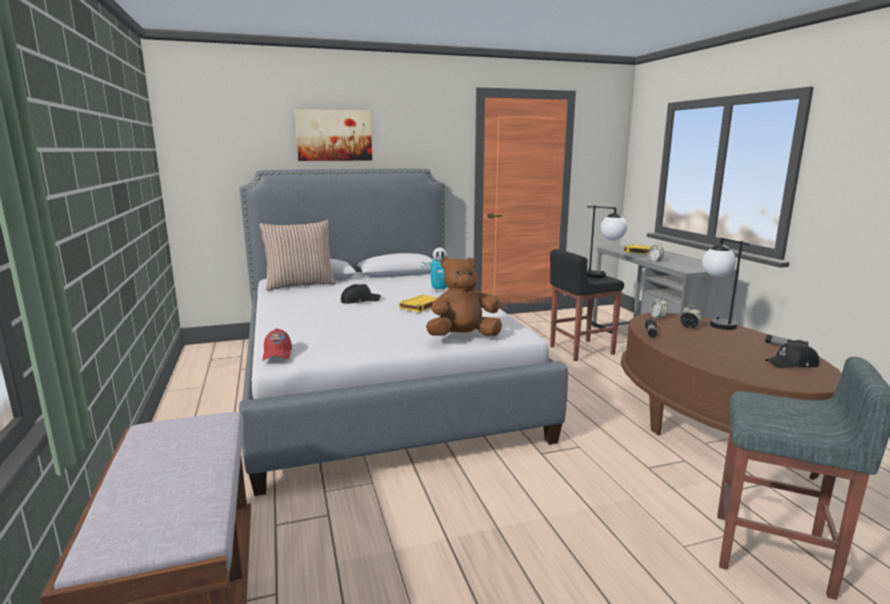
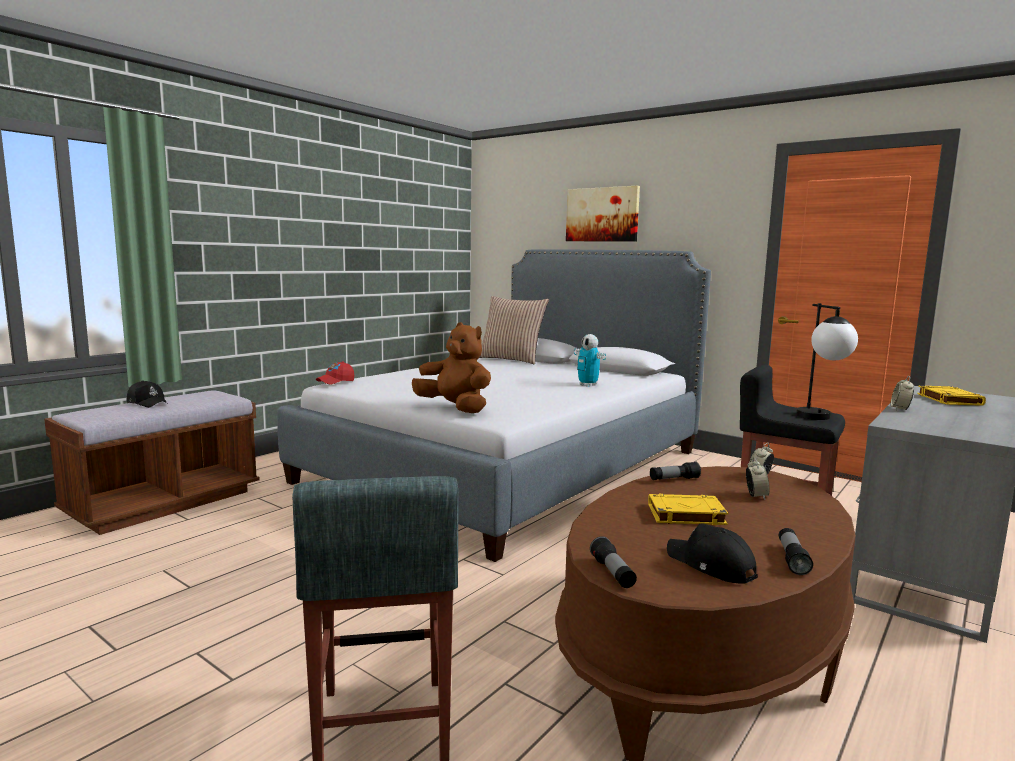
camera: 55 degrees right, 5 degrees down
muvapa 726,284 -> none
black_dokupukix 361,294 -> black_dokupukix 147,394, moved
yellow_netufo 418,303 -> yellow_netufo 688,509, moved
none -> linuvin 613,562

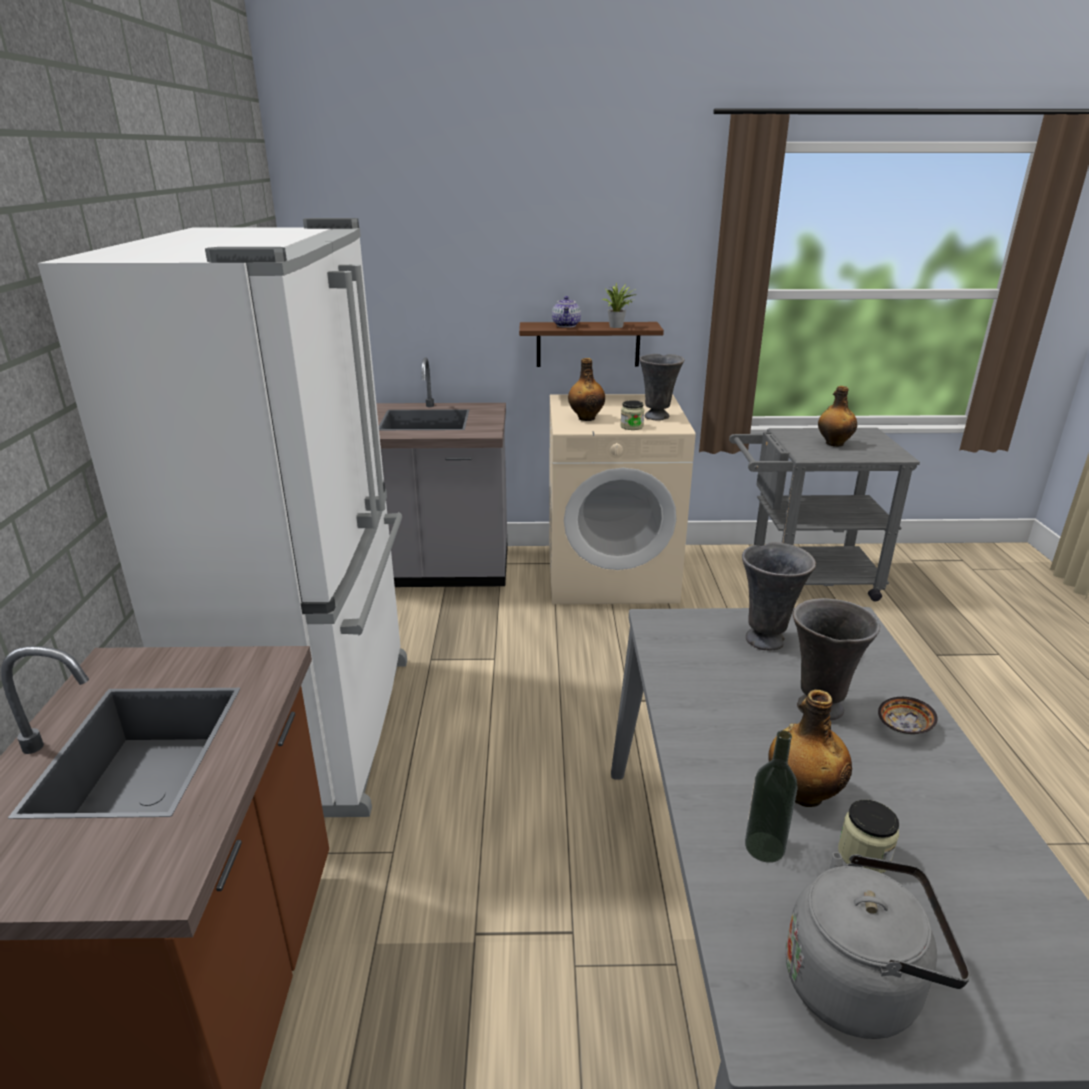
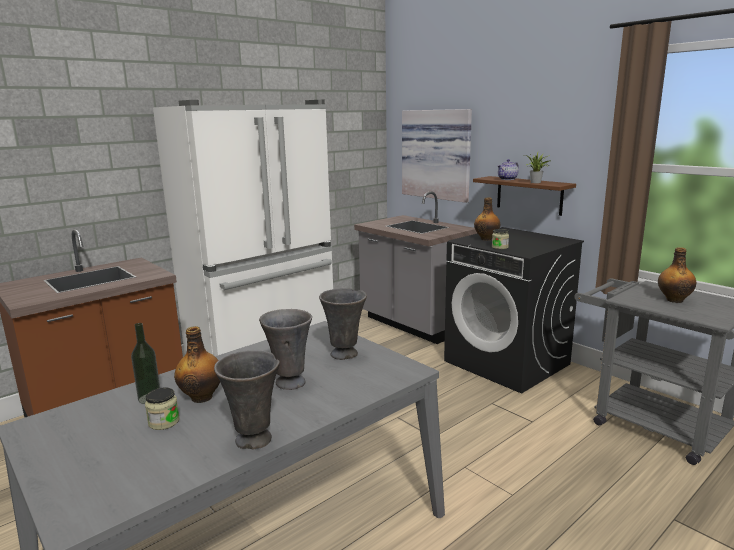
camera: 50 degrees right, 10 degrees down
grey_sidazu 661,387 -> grey_sidazu 247,400, moved
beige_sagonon 622,499 -> black_sagonon 514,310
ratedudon 908,716 -> none
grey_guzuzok 878,945 -> none
none -> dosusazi 437,156

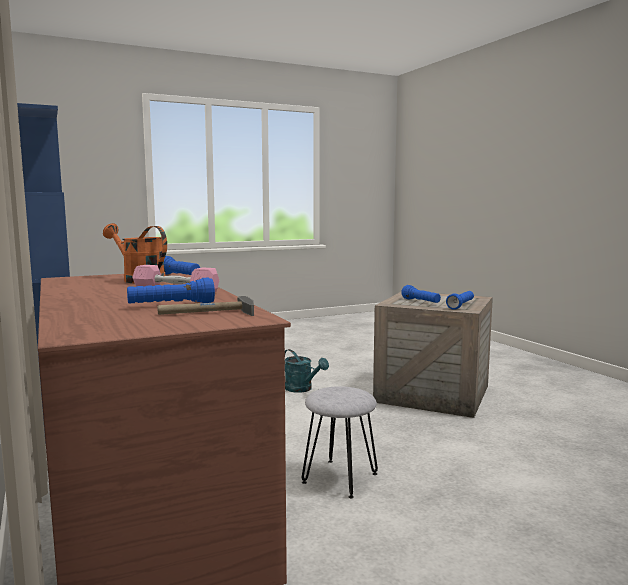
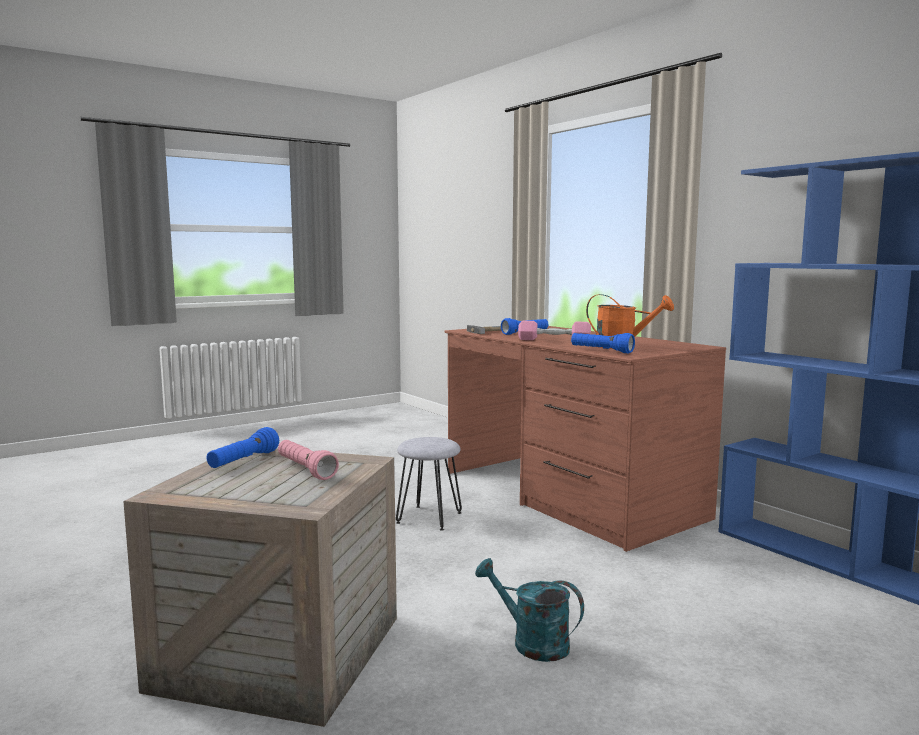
camera: 170 degrees right, 0 degrees up
blue_linuvin 421,294 -> pink_linuvin 308,460

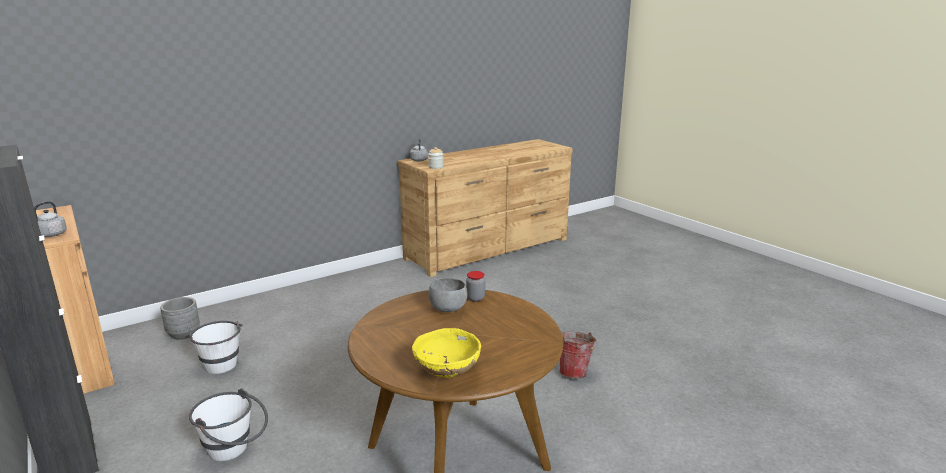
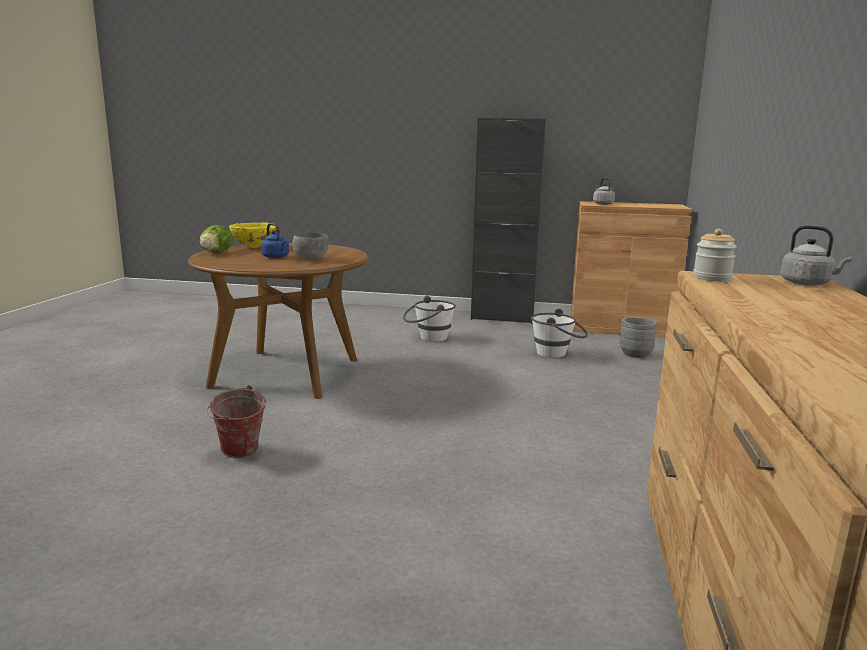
camera: 135 degrees right, 5 degrees down
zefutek 475,286 -> none
none -> blue_guzuzok 275,240
none -> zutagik 216,238

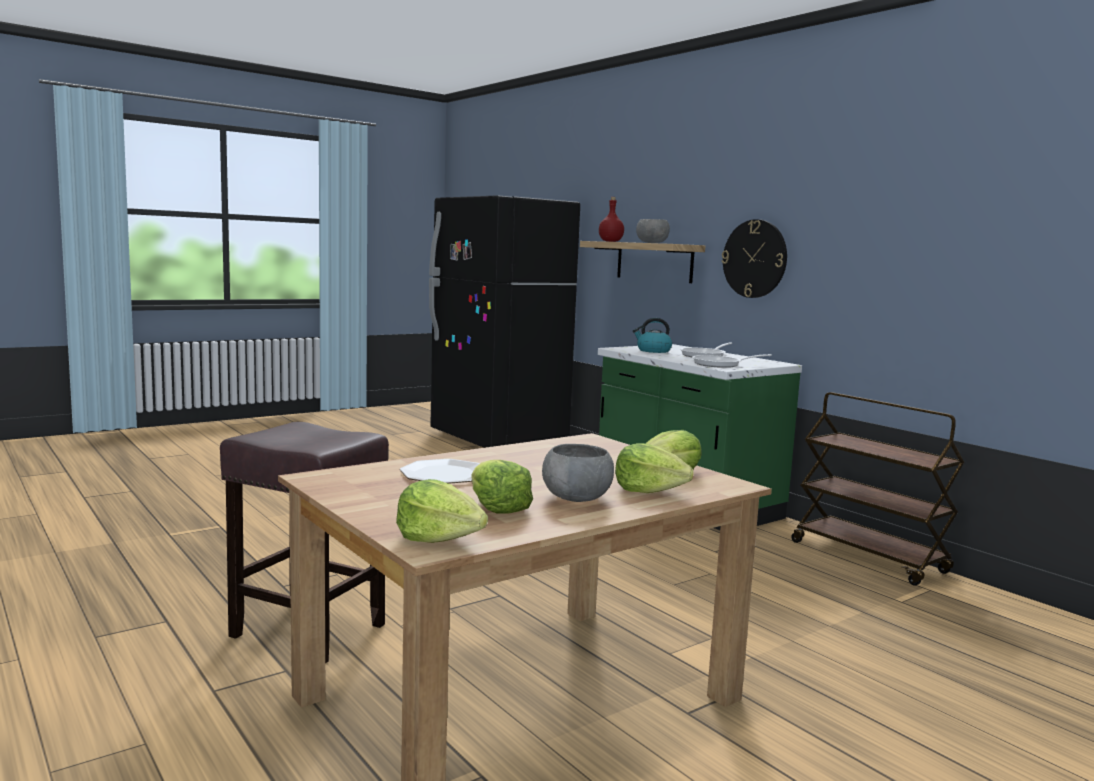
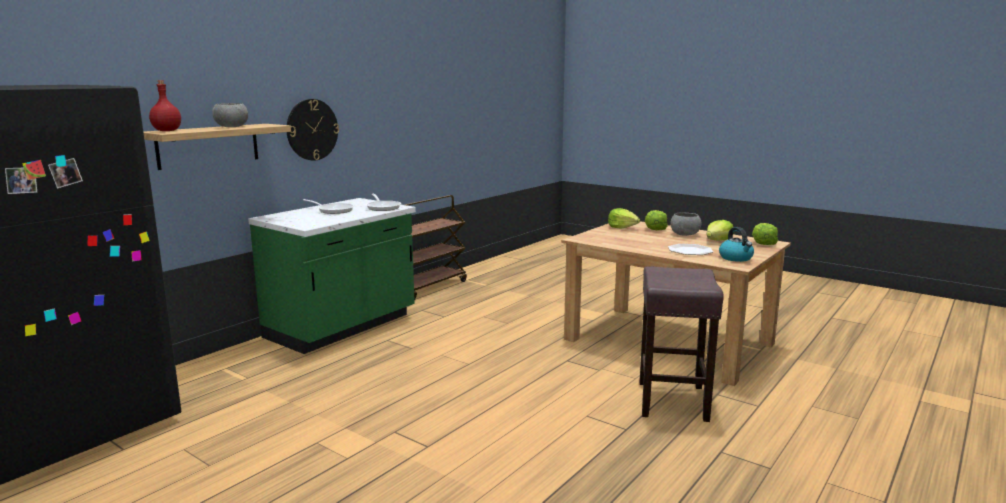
camera: 105 degrees left, 5 degrees up
guzuzok 652,335 -> guzuzok 736,244, moved

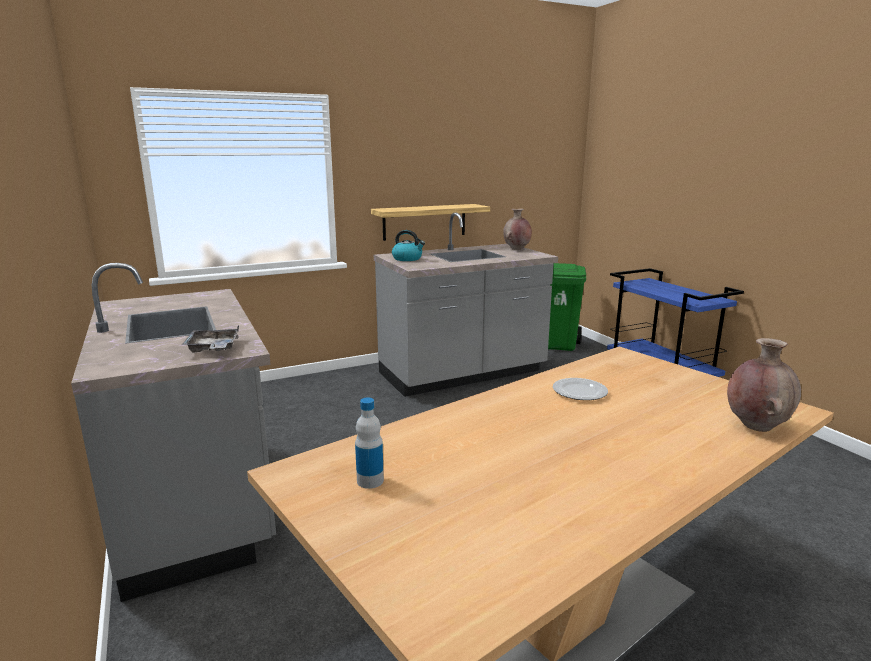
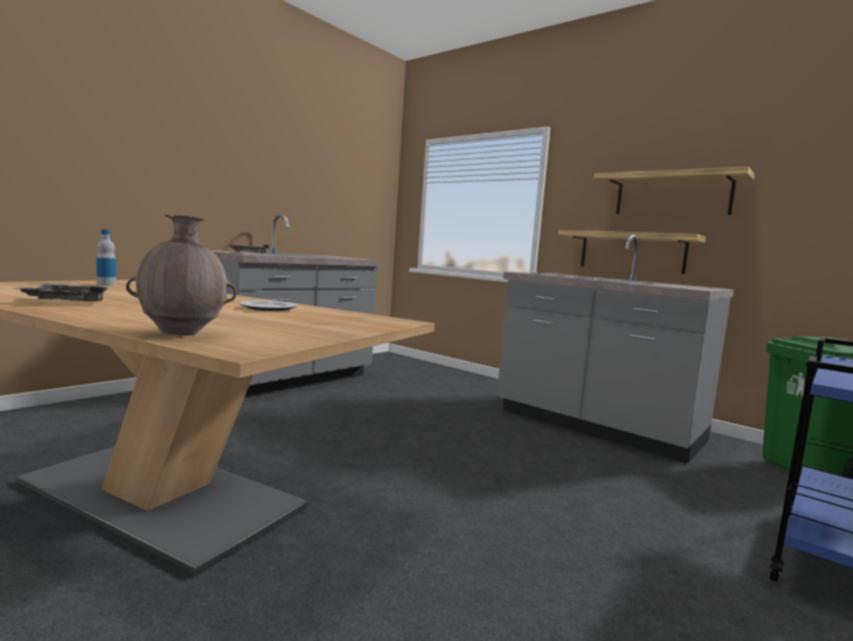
camera: 65 degrees right, 10 degrees down
brown_sidazu 517,229 -> none
guzuzok 408,245 -> none
none -> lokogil 674,190
none -> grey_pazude 61,293

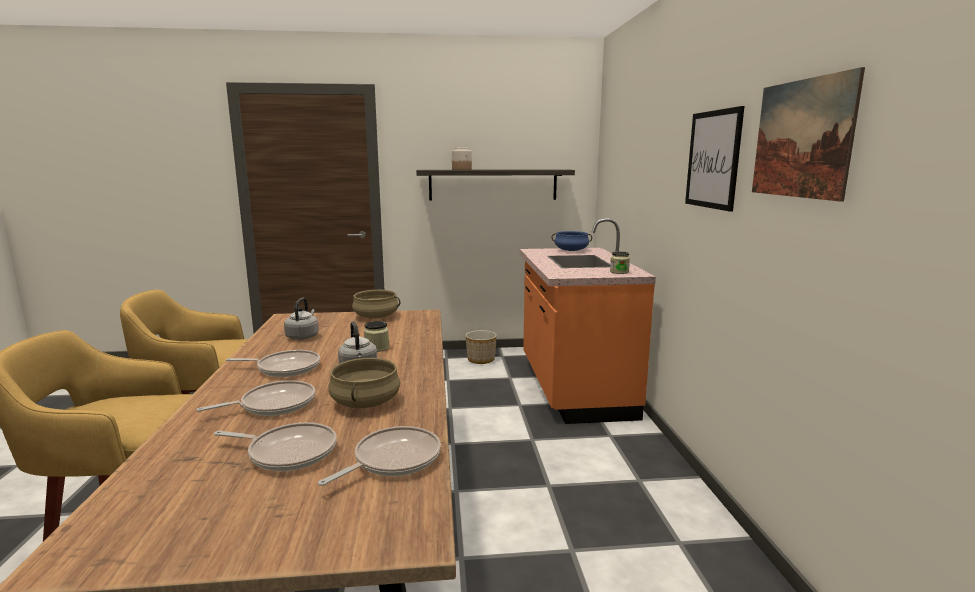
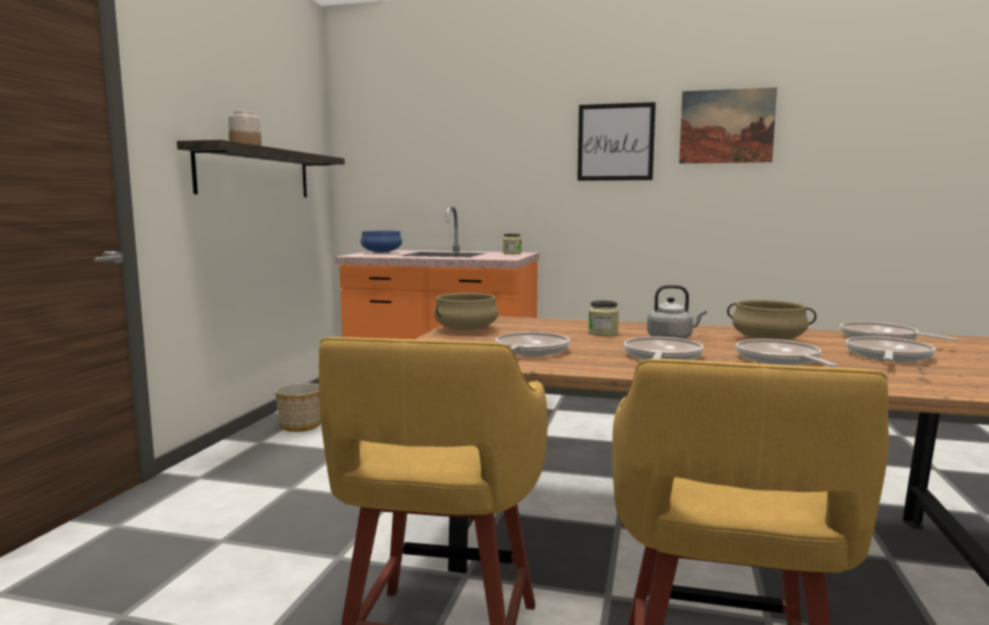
camera: 70 degrees left, 5 degrees down
grey_guzuzok 301,319 -> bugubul 532,344

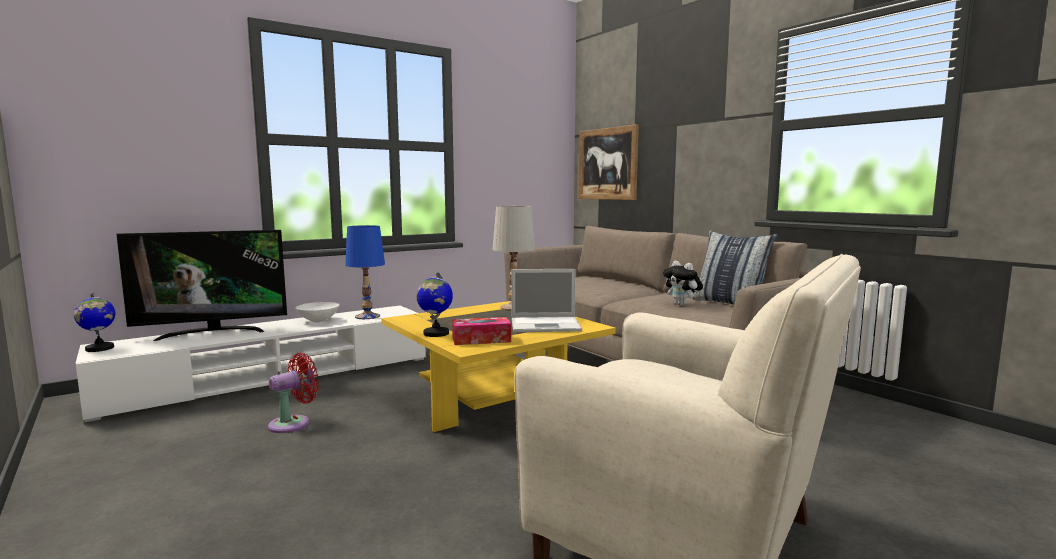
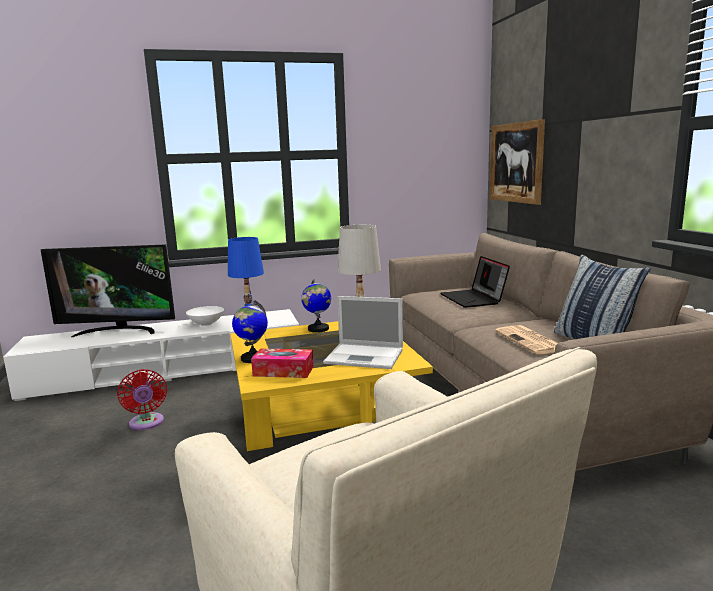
camera: 20 degrees right, 5 degrees up
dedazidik 683,283 -> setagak 526,339
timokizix 94,322 -> timokizix 316,306, moved
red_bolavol 293,393 -> red_bolavol 142,399, 90 degrees clockwise
none -> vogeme 475,282

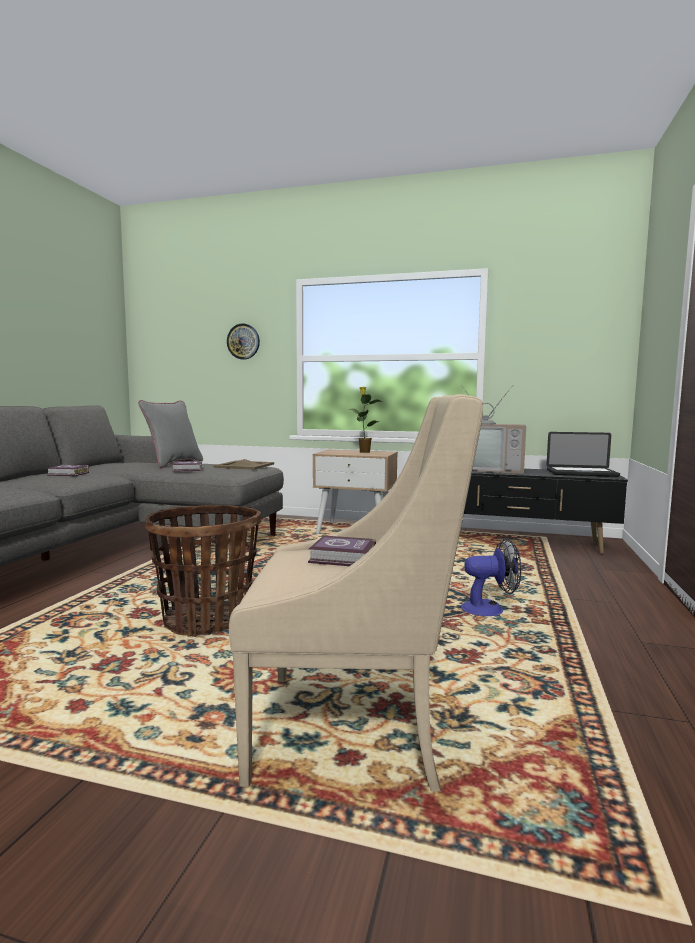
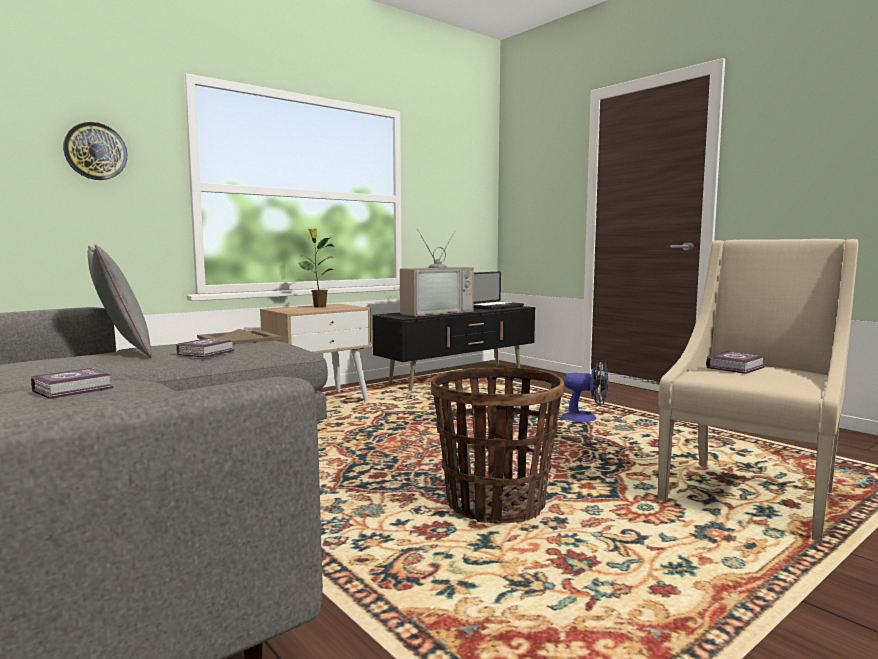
camera: 55 degrees left, 0 degrees up
bolavol 491,577 -> bolavol 585,391, 75 degrees clockwise

